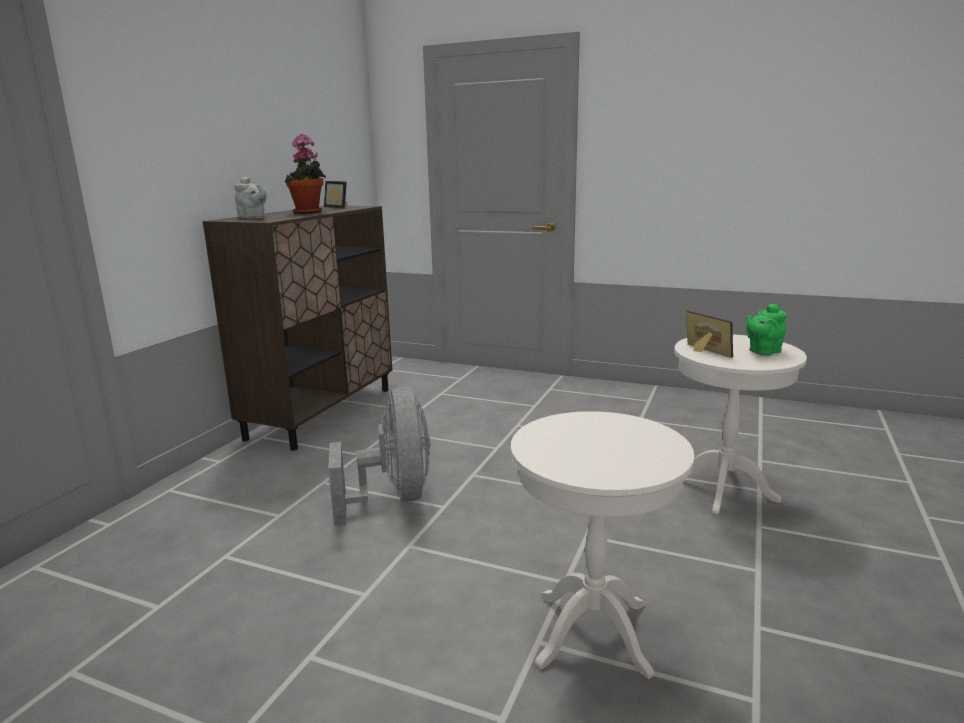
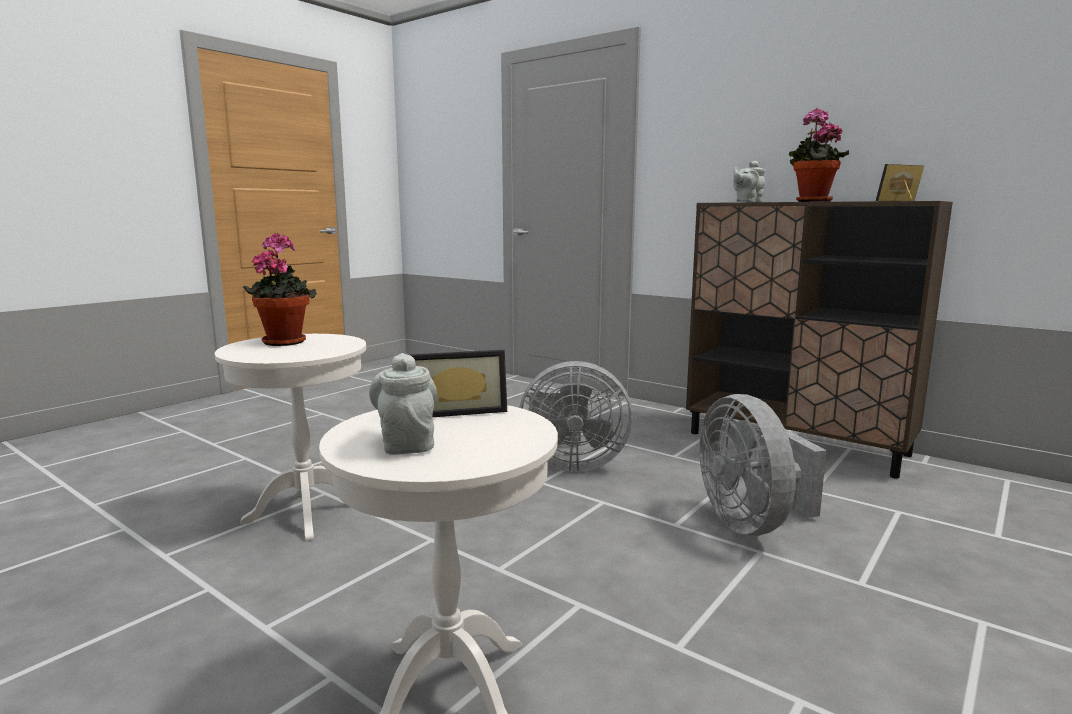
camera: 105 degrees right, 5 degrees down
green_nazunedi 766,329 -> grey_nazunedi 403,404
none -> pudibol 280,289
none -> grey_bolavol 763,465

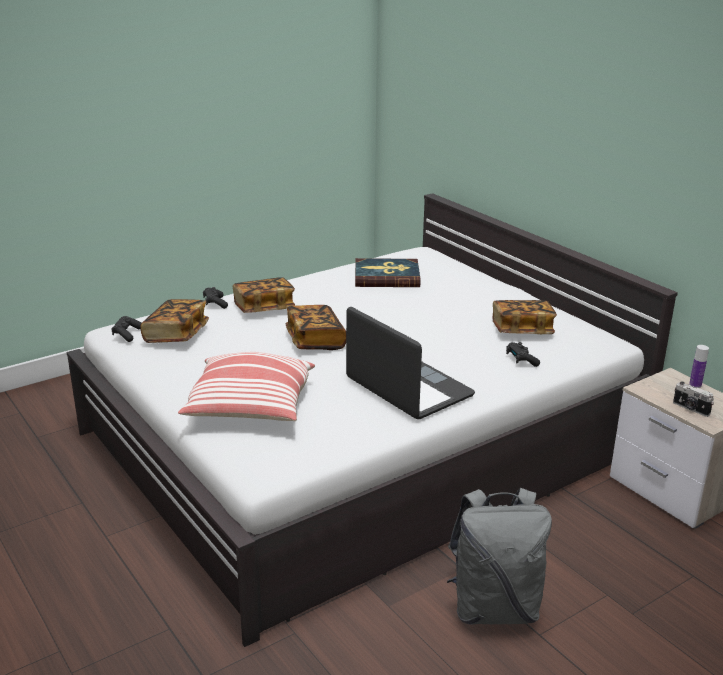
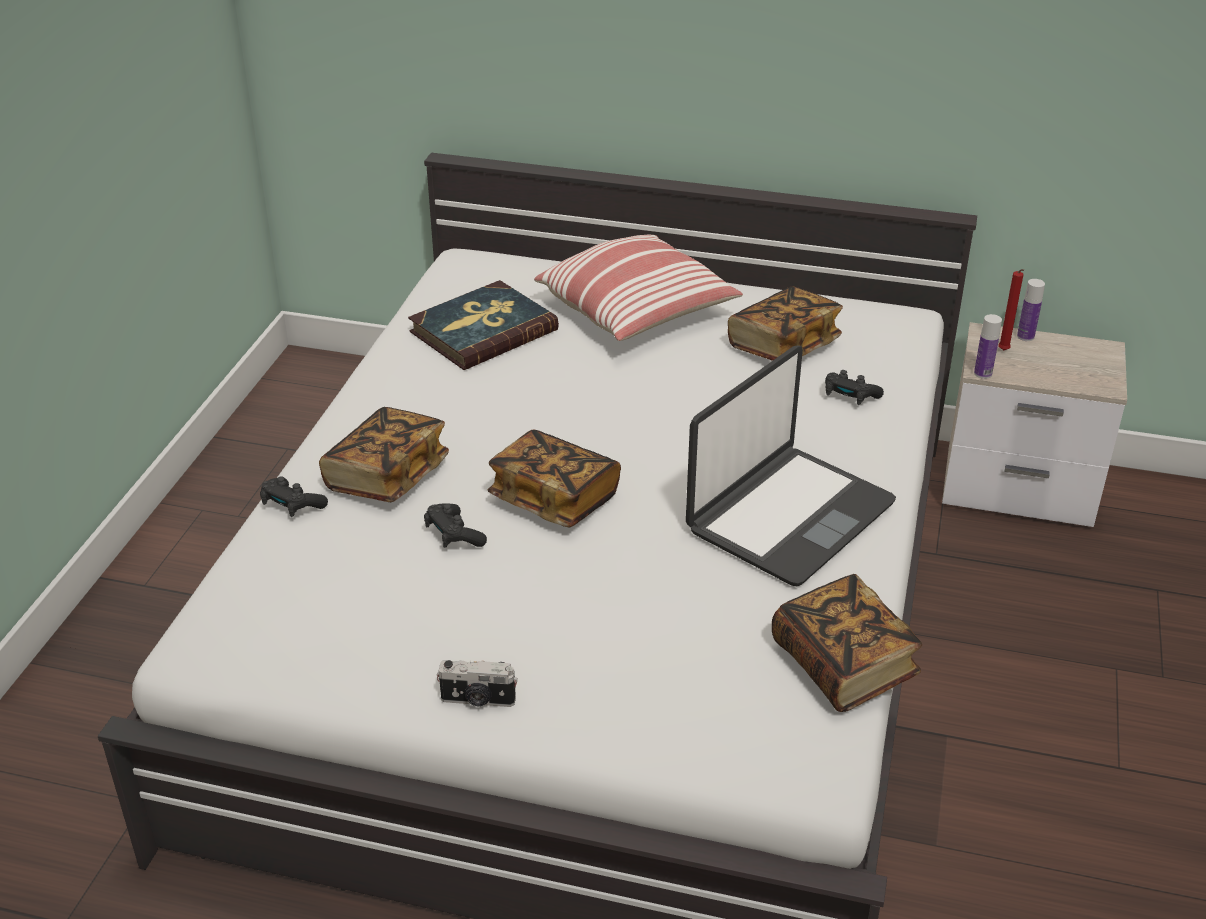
camera: 40 degrees left, 10 degrees up
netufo 174,321 -> netufo 847,643, moved
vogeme 410,363 -> vogeme 791,466, 120 degrees clockwise
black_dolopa 126,329 -> black_dolopa 455,525, moved
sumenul 246,386 -> sumenul 638,288, moved
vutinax 693,399 -> vutinax 477,683, moved
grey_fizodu 499,556 -> none
none -> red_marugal 1011,310
none -> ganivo 988,346

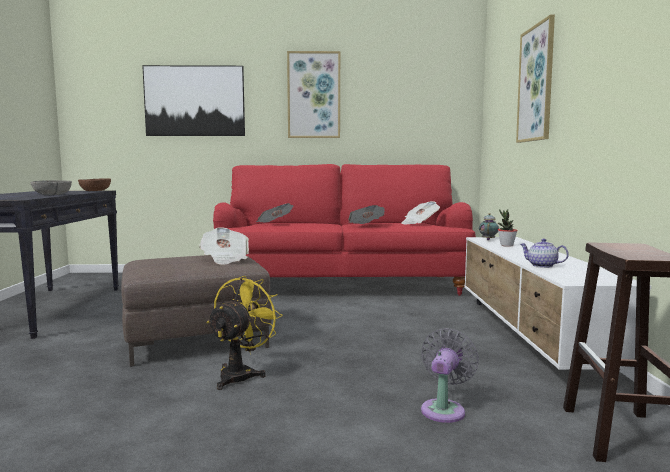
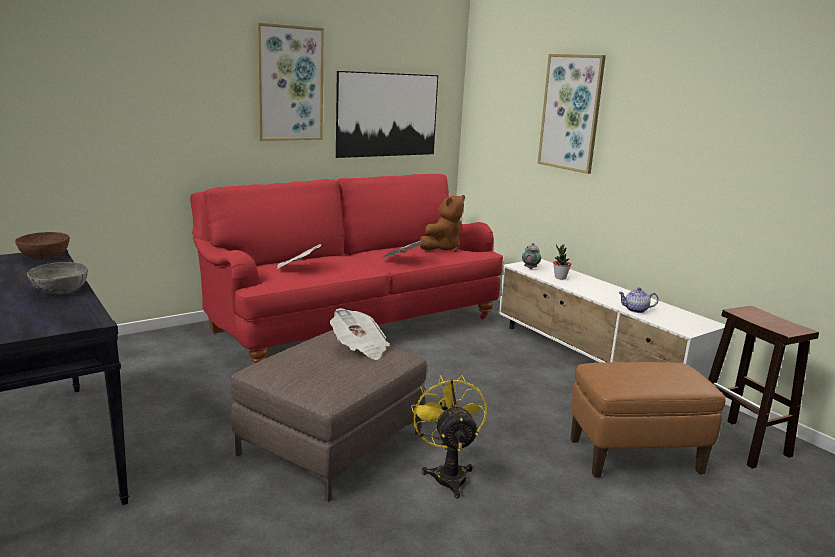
camera: 35 degrees left, 10 degrees up
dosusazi 193,100 -> dosusazi 387,114, moved
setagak 420,213 -> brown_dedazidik 442,223
grey_bolavol 450,375 -> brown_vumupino 648,419

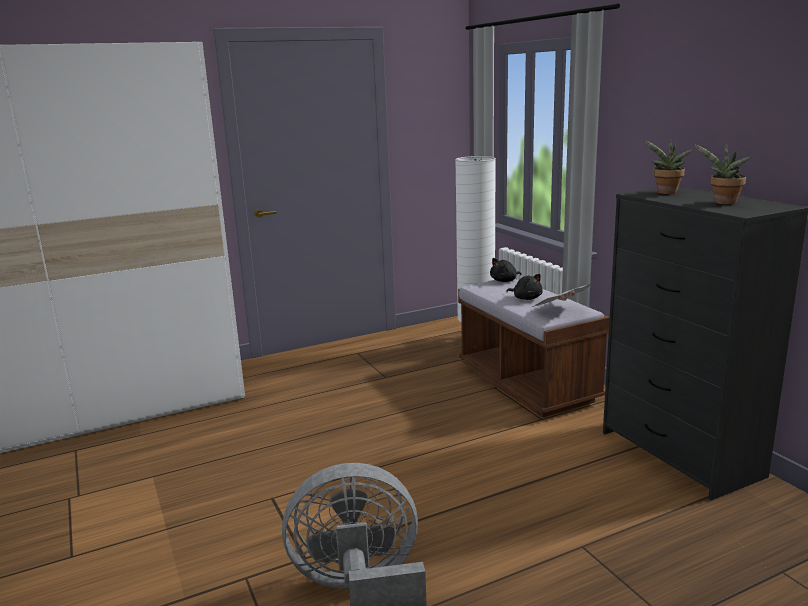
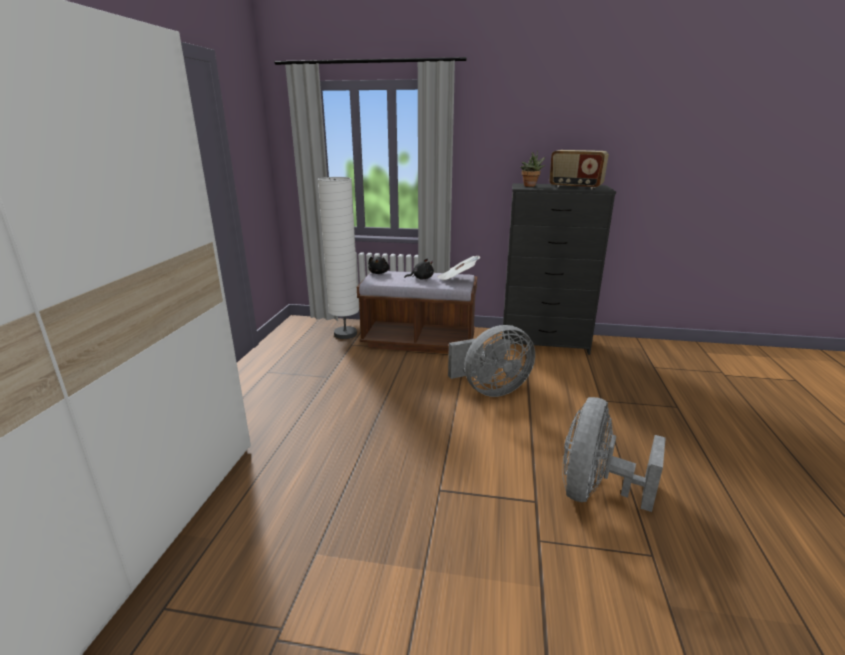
camera: 55 degrees left, 5 degrees up
pudibol 722,174 -> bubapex 579,169
none -> grey_bolavol 491,361

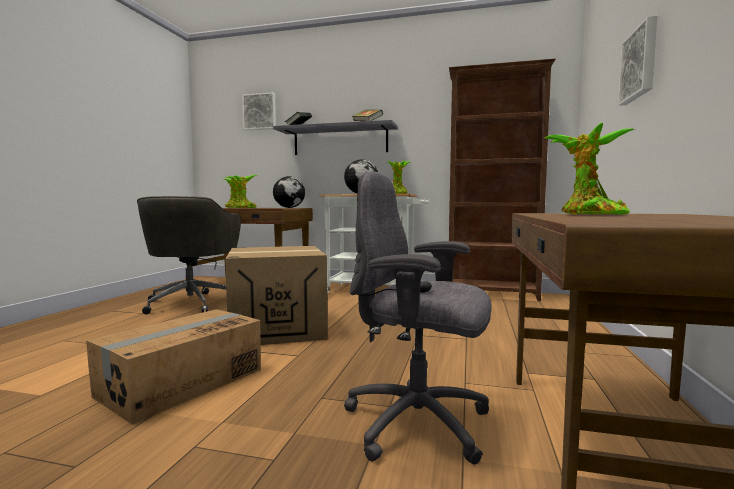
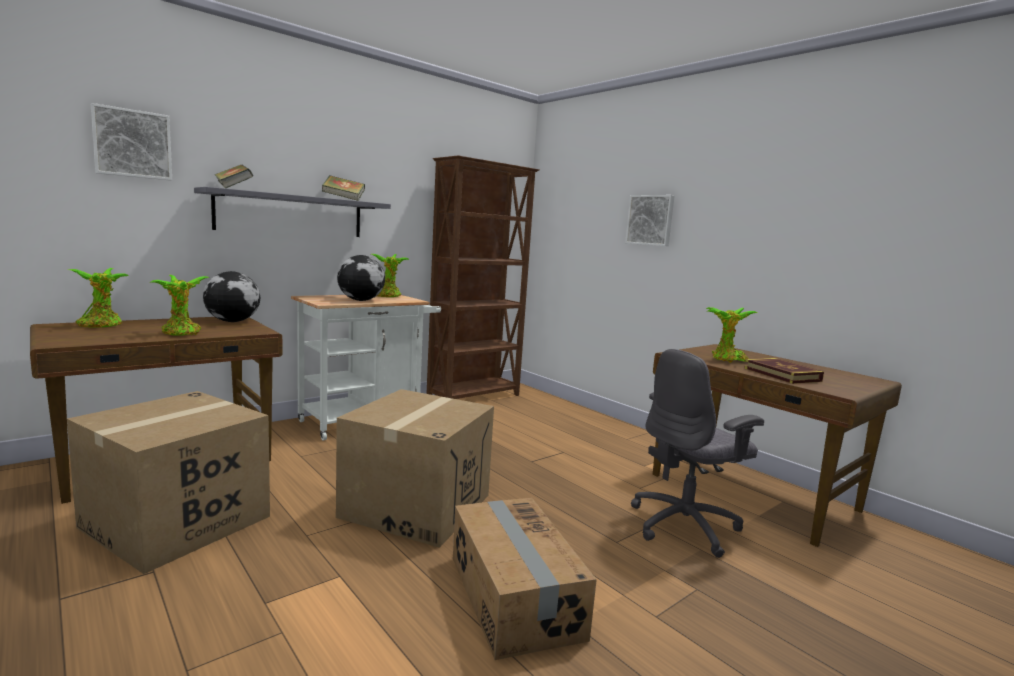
camera: 55 degrees left, 5 degrees up
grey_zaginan 189,255 -> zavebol 168,482
none -> netufo 784,371

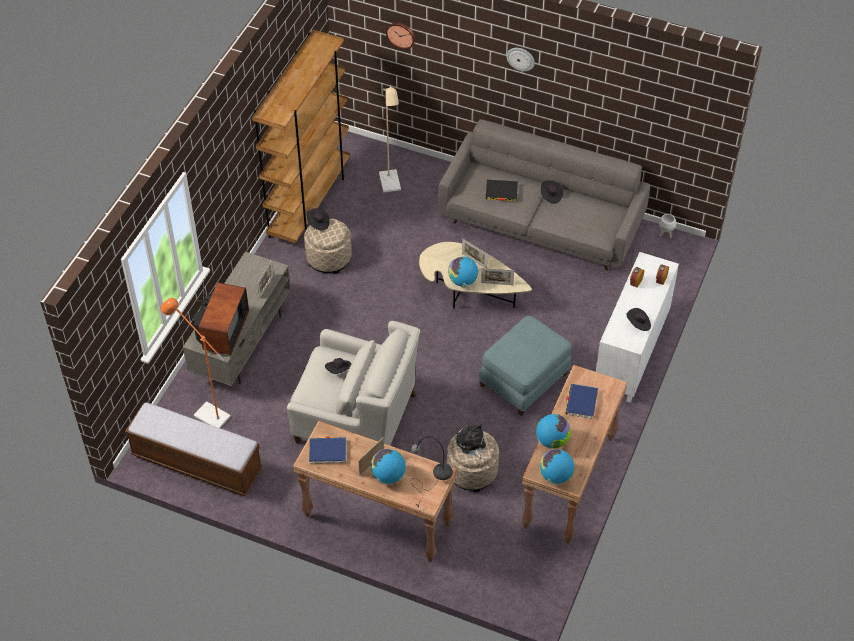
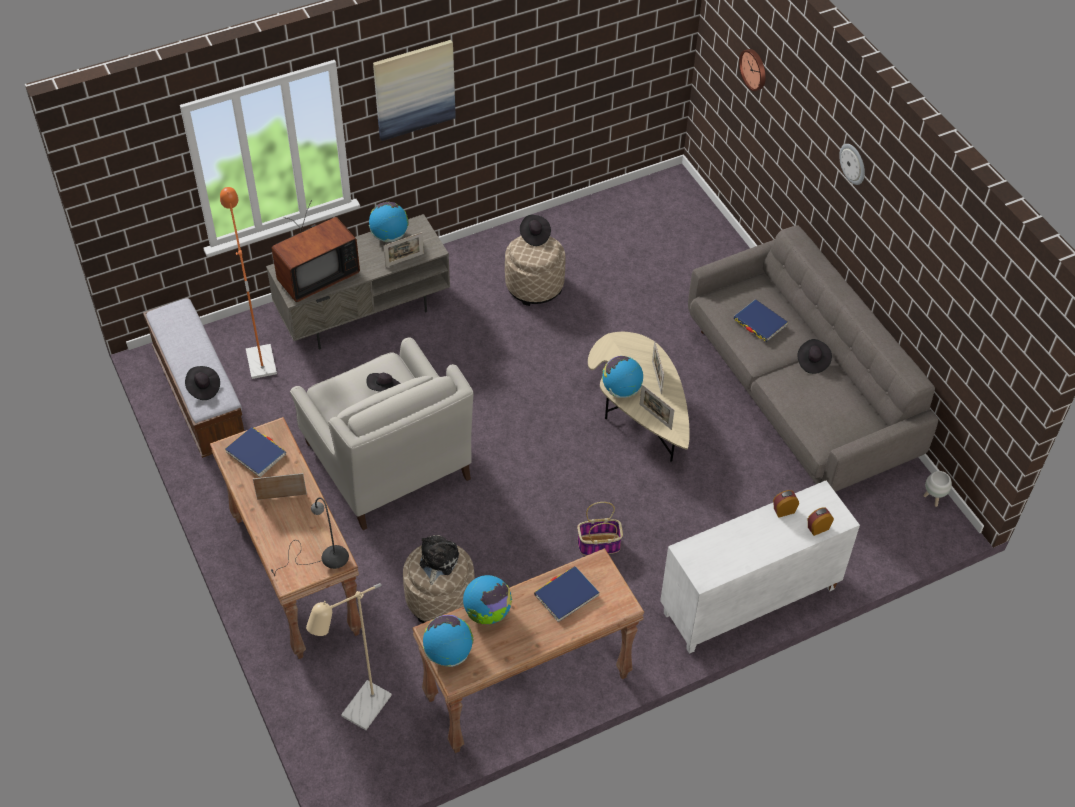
camera: 40 degrees right, 0 degrees up
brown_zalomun 301,136 -> none
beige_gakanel 390,139 -> beige_gakanel 349,656, moved
black_netufo 502,190 -> blue_netufo 761,320
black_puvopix 639,319 -> black_puvopix 202,383, moved
blue_vumupino 524,365 -> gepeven 600,529
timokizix 388,467 -> timokizix 389,222, moved
none -> dosusazi 414,90

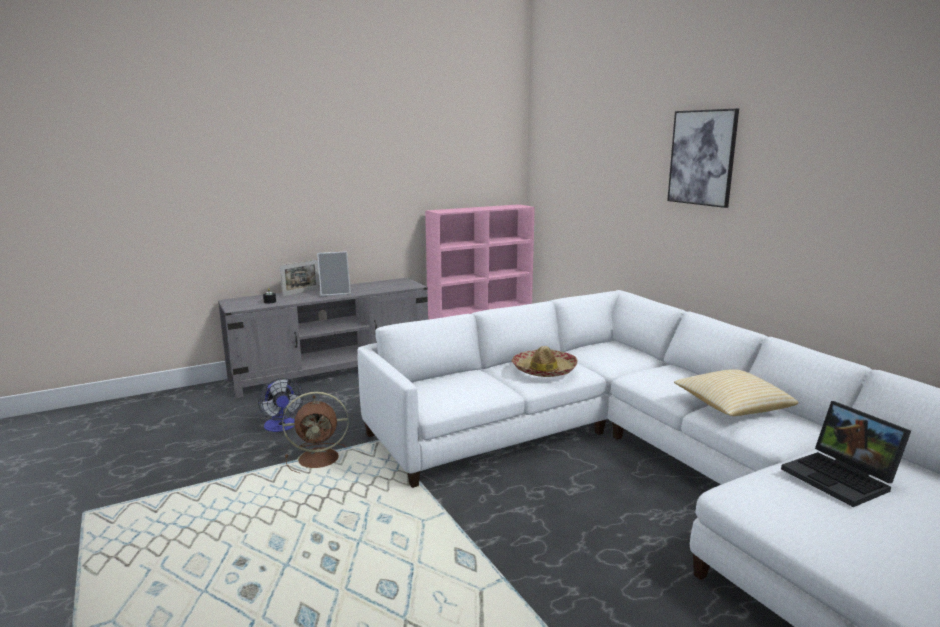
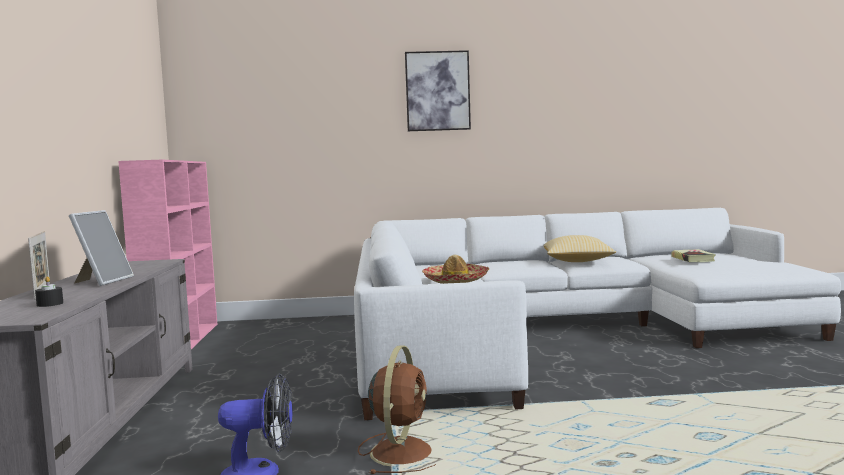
camera: 65 degrees left, 10 degrees down
vogeme 846,454 -> netufo 693,255

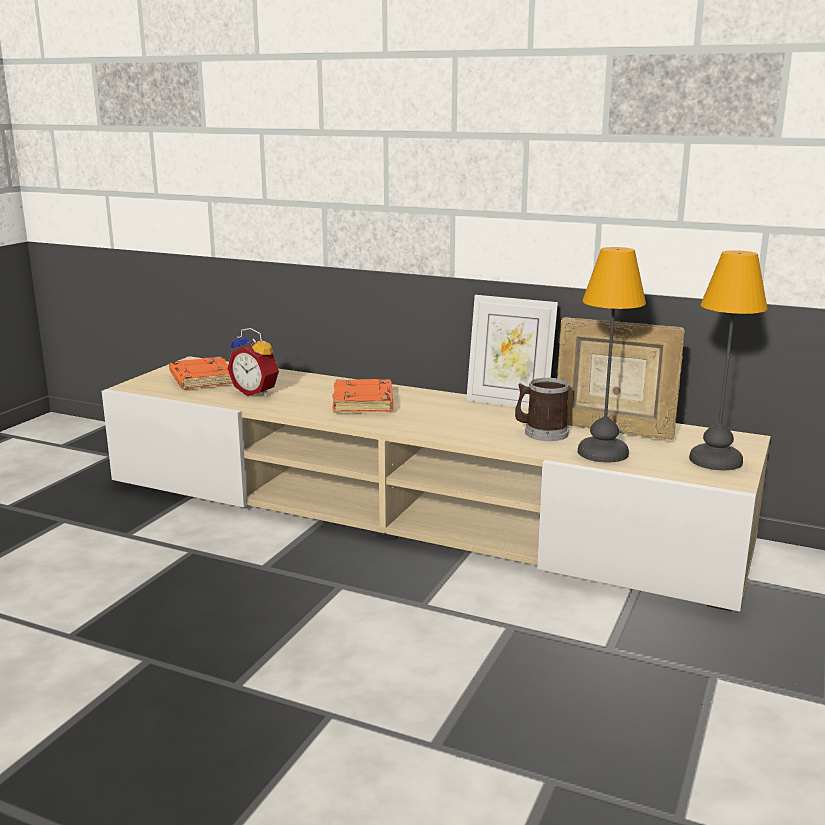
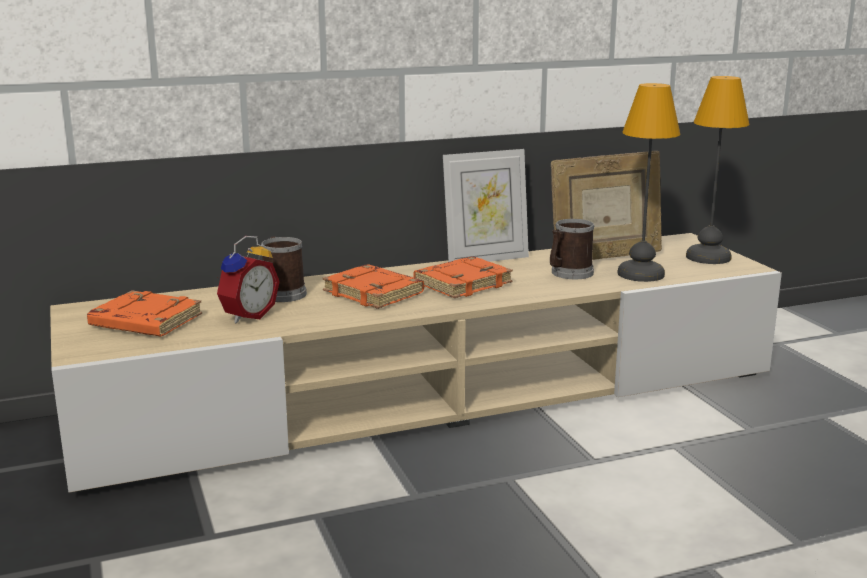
camera: 45 degrees left, 0 degrees up
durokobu 253,362 -> durokobu 248,279, 45 degrees counterclockwise
none -> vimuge 284,269
none -> orange_netufo 463,277

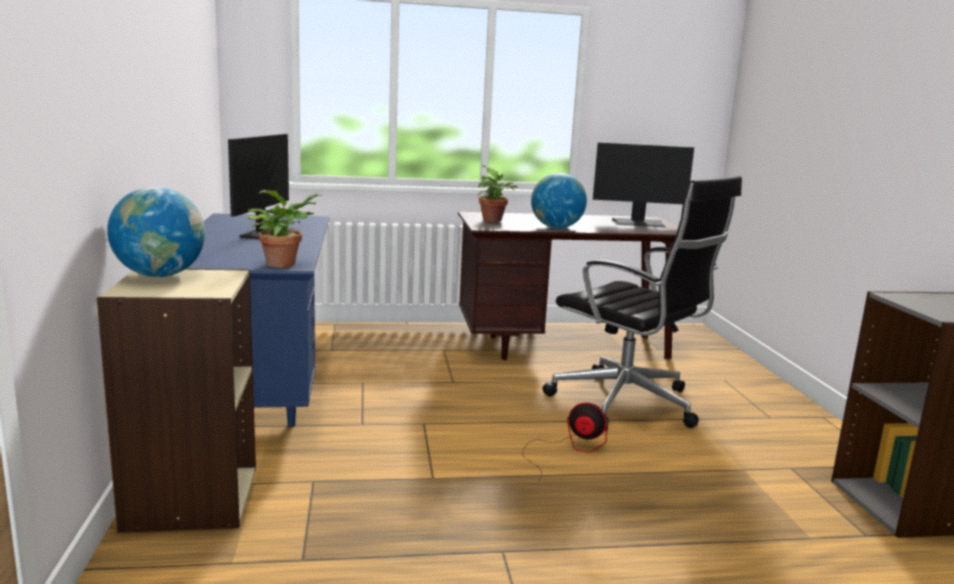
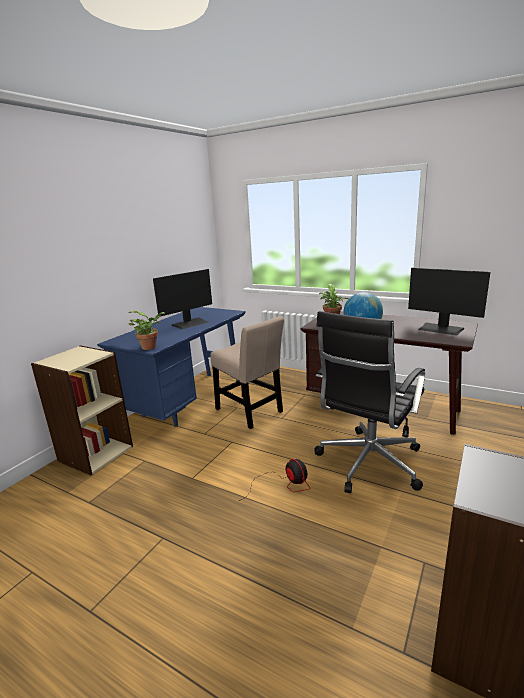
camera: 40 degrees right, 5 degrees up
black_zaginan 642,303 -> black_zaginan 369,402, 45 degrees clockwise
timokizix 156,232 -> none
none -> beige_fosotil 247,372

